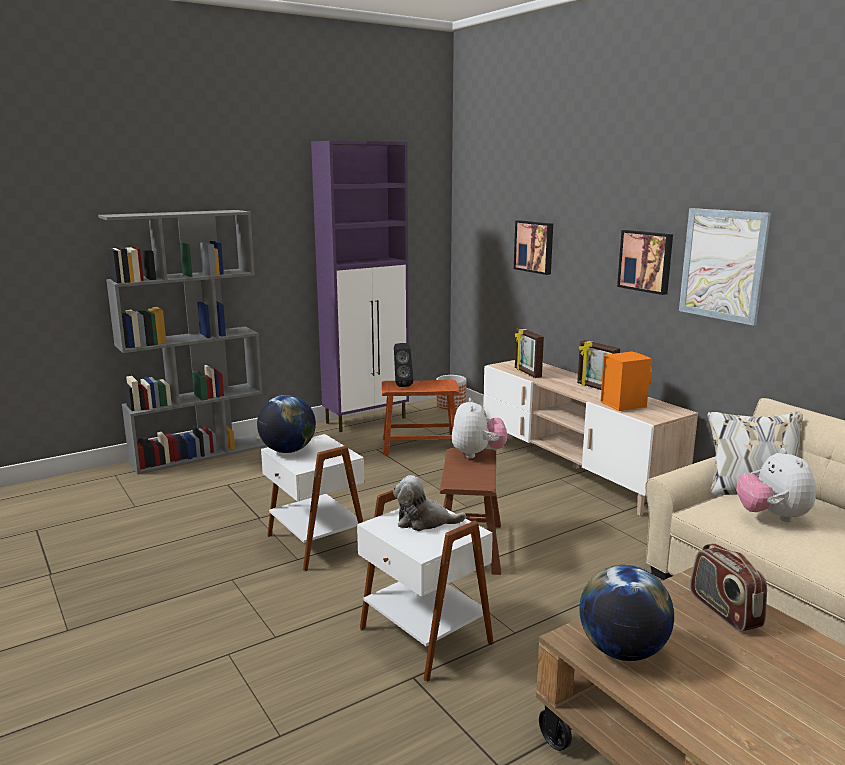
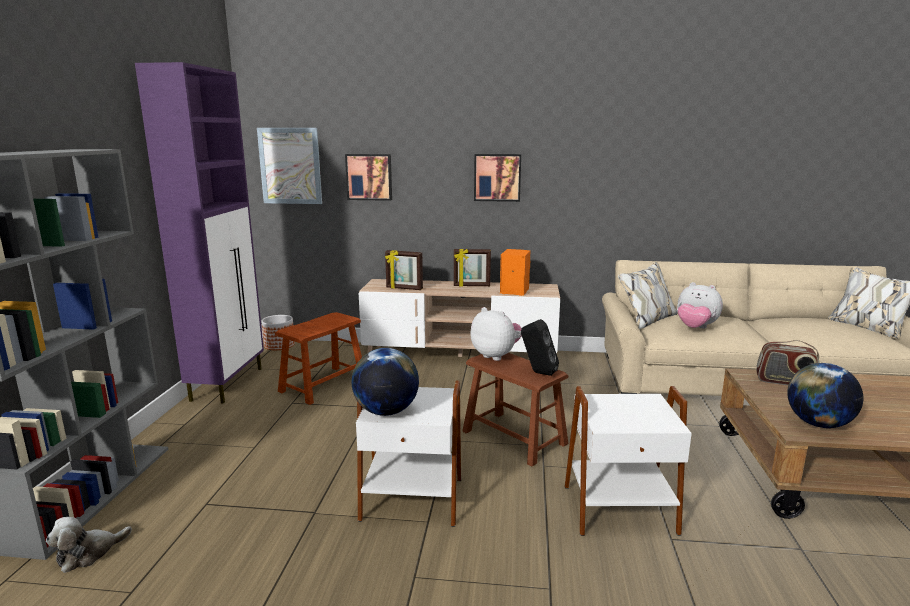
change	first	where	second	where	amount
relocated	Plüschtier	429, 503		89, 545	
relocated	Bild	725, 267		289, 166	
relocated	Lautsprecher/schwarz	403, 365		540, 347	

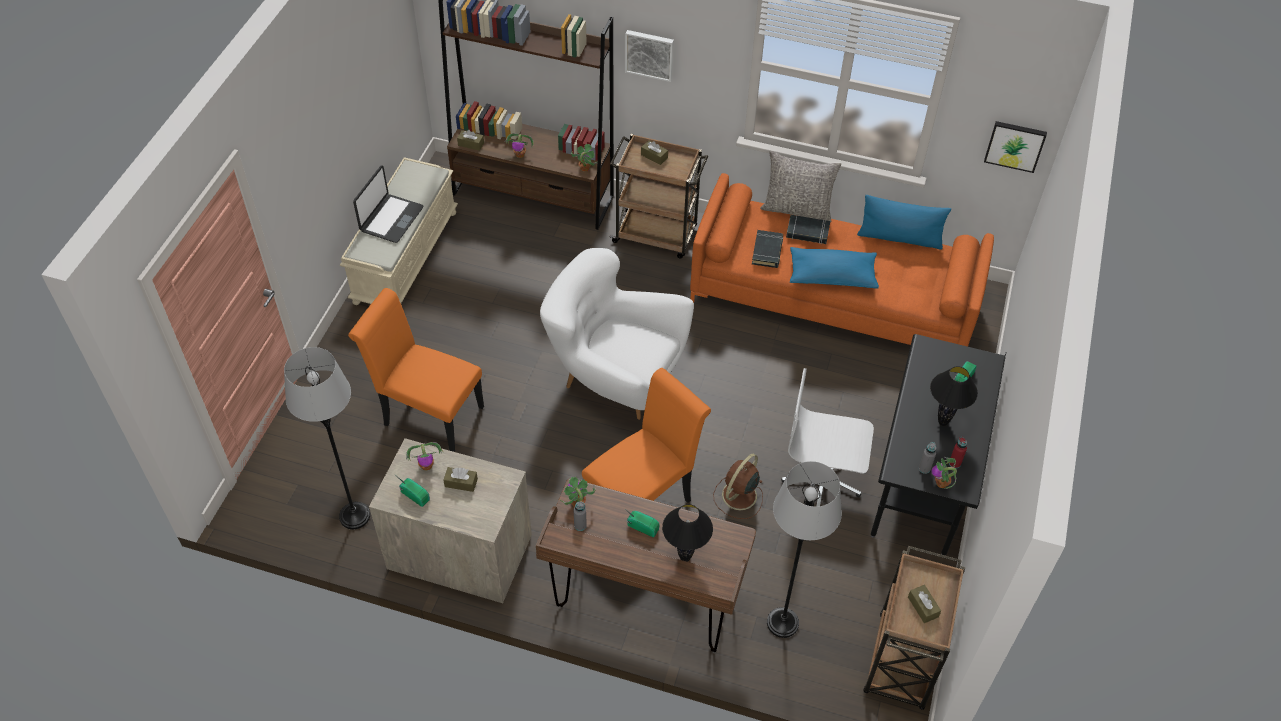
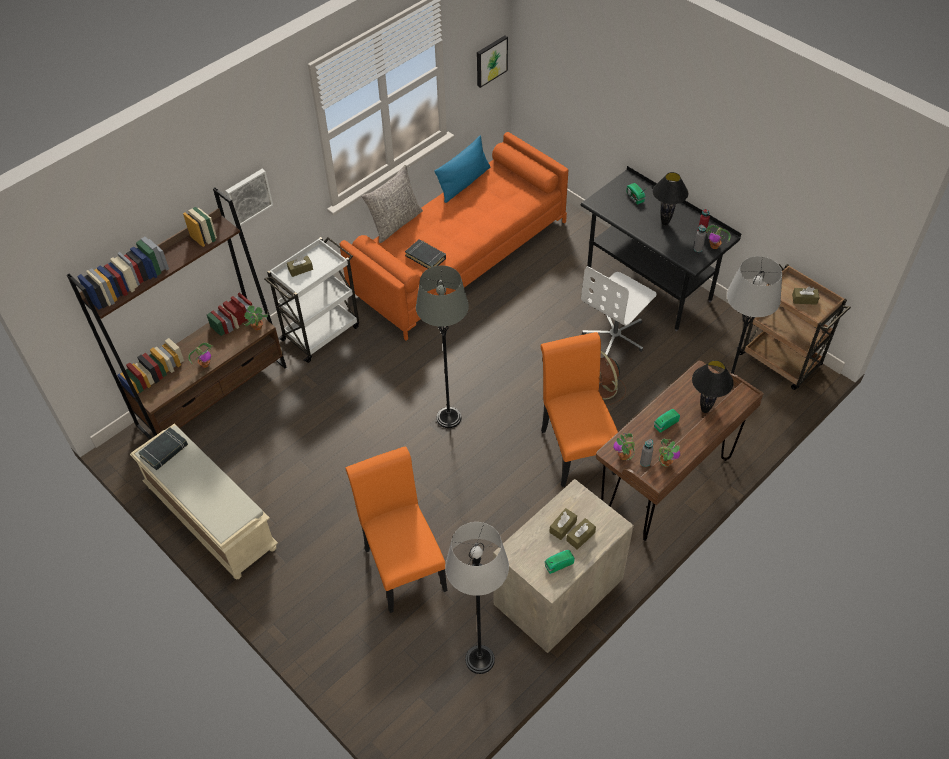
change	first	where	second	where	amount
relocated	Buch/schwarz	808, 229		163, 449	
colour	Rollwagen/braun	659, 196	Rollwagen/weiß	311, 300	
spun	Stuhl/orange	416, 370		397, 529	105 degrees clockwise
exchanged	Sessel/weiß	617, 334	Stehlampe/grau	442, 346	
relocated	Taschentuchbox/braun	470, 140		581, 534	
relocated	Topfpflanze	424, 456		669, 453	
missing	Laptop	388, 204			
missing	Kissen/blau	834, 268			

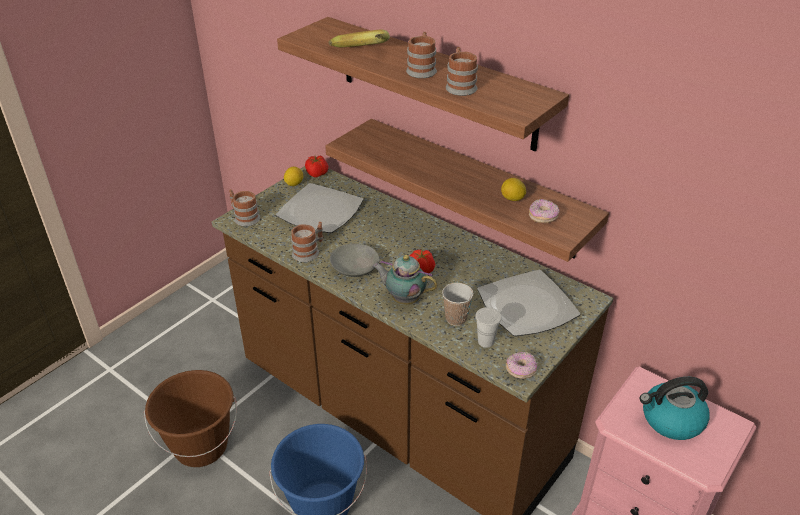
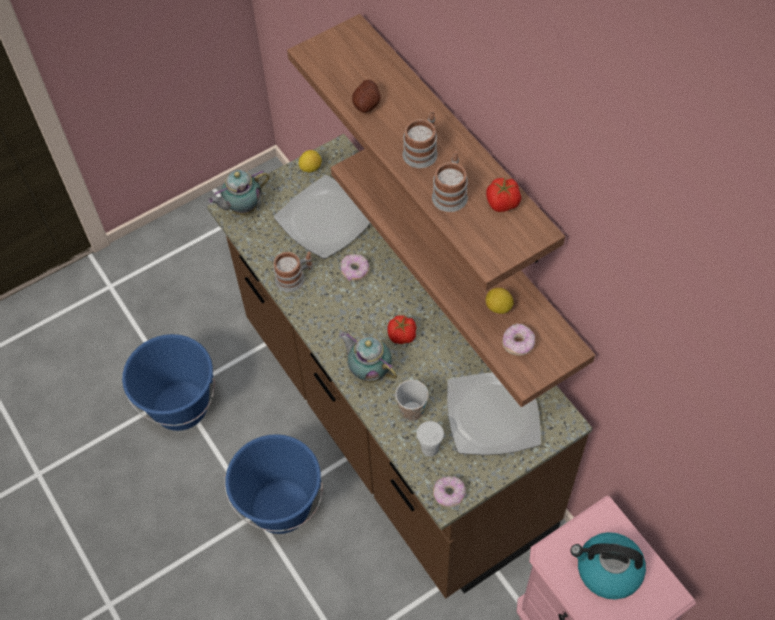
change	first	where	second	where	amount
colour	Eimer/braun	190, 418	Eimer/blau	168, 382	
exchanged	Henkelbecher	244, 207	Teekanne	239, 192	
appeared			Donut	355, 267	
exchanged	Banane	359, 38	Kartoffel	366, 96	
relocated	Tomate	316, 166		503, 195	
missing	Schüssel/grau	355, 260			

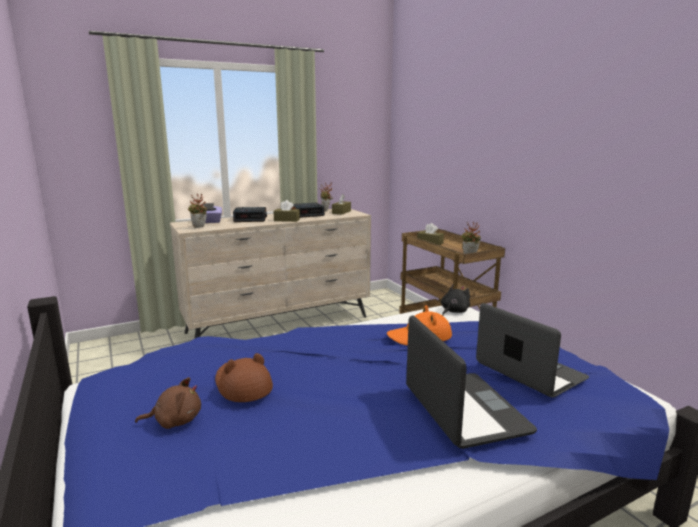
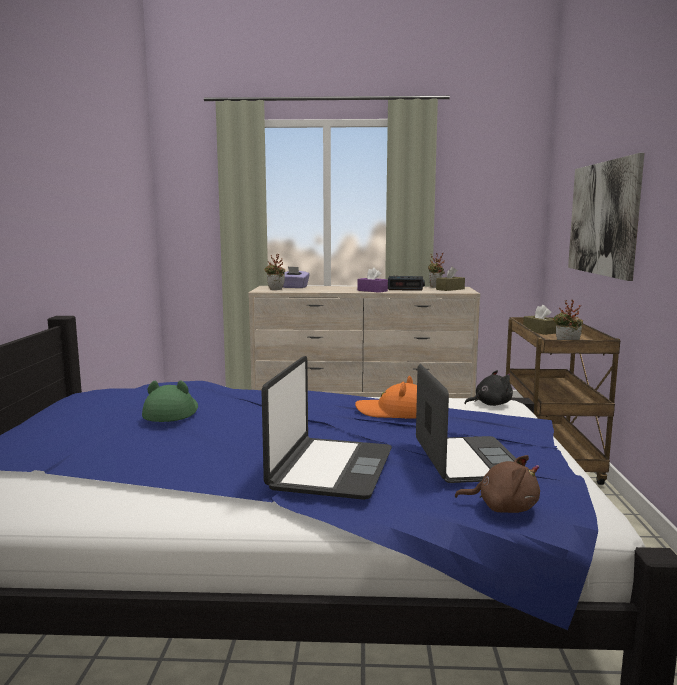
change	first	where	second	where	amount
colour	Hut/braun	244, 377	Hut/grün	170, 401	
colour	Taschentuchbox/braun	287, 211	Taschentuchbox/lila	373, 280	
relocated	Plüschtier/braun	168, 403		497, 484	
appeared			Bild	606, 217	
missing	Wecker	250, 214			

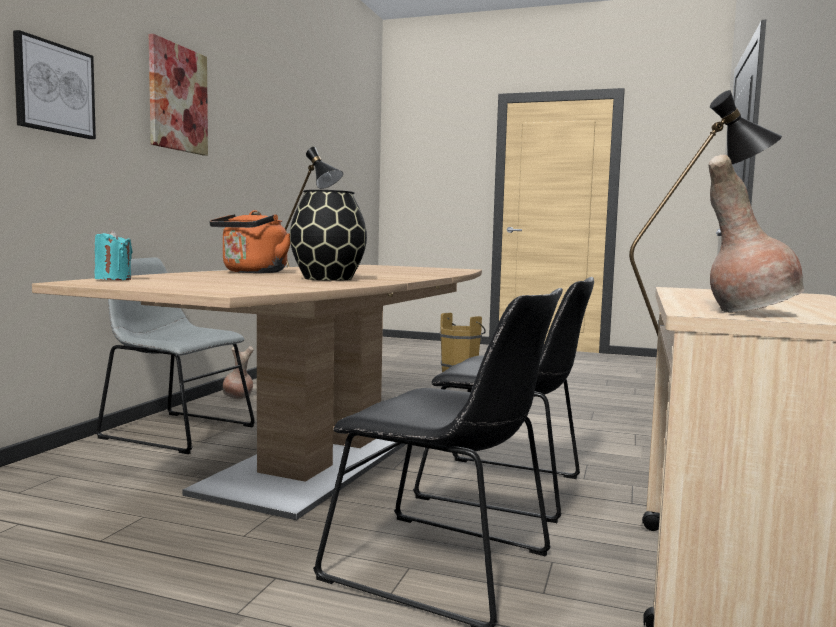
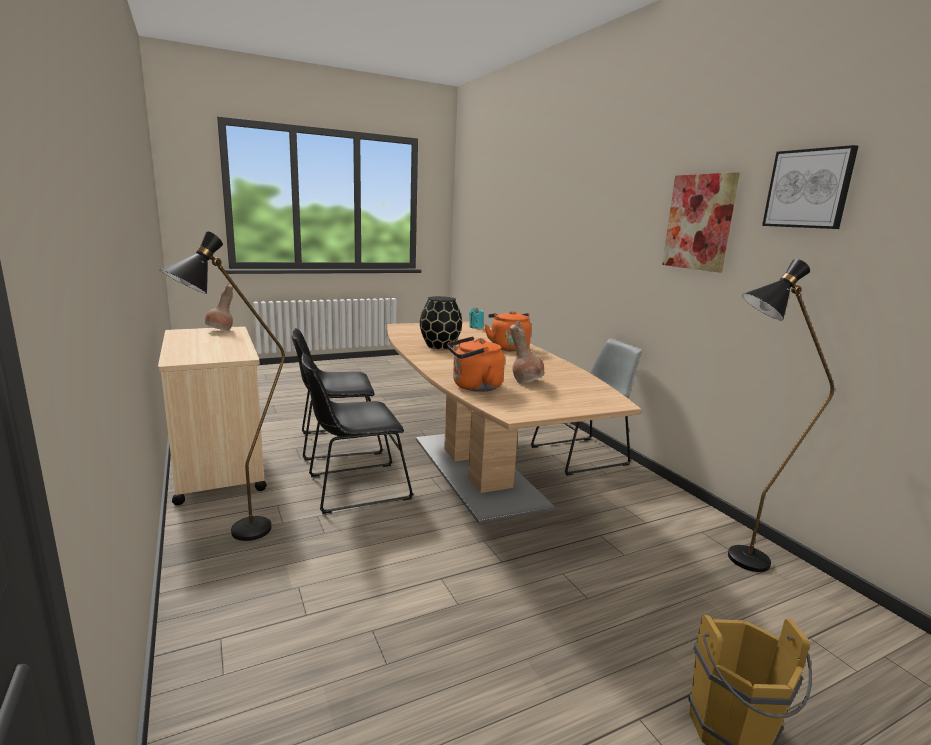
change	first	where	second	where	amount
appeared			Wasserkessel/orange	476, 364	
relocated	Vase/braun	238, 372		527, 352	
relocated	Bild	54, 84		810, 187	

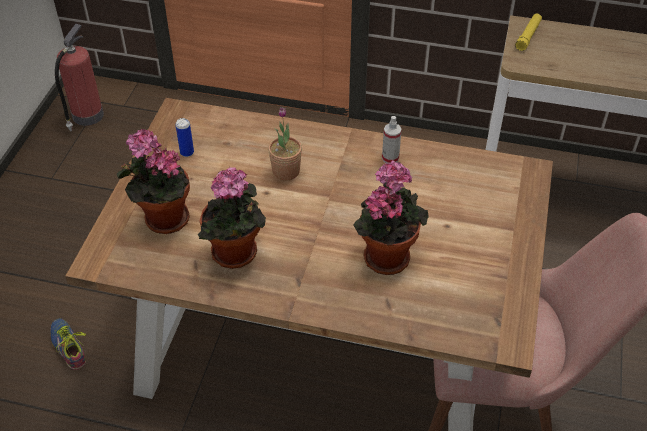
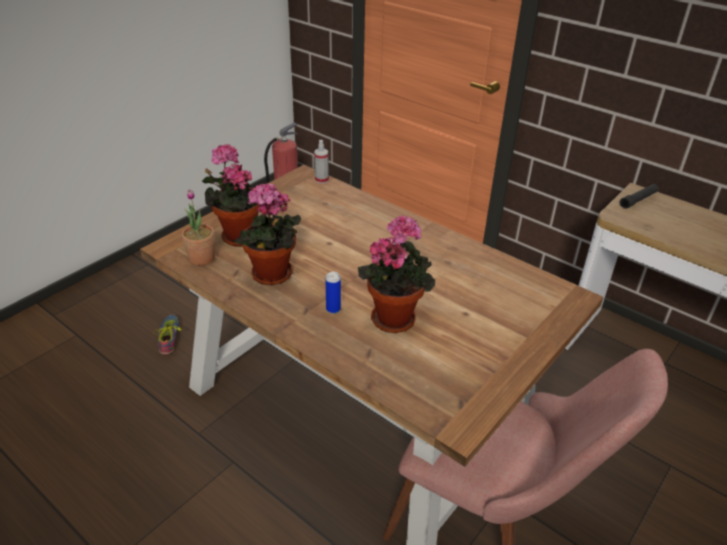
change	first	where	second	where	amount
relocated	Topfpflanze	285, 144		198, 227	
relocated	Sprühflasche	392, 139		321, 162	
relocated	Dose	185, 137		333, 293	
colour	Taschenlampe/gelb	528, 32	Taschenlampe/schwarz	639, 196	

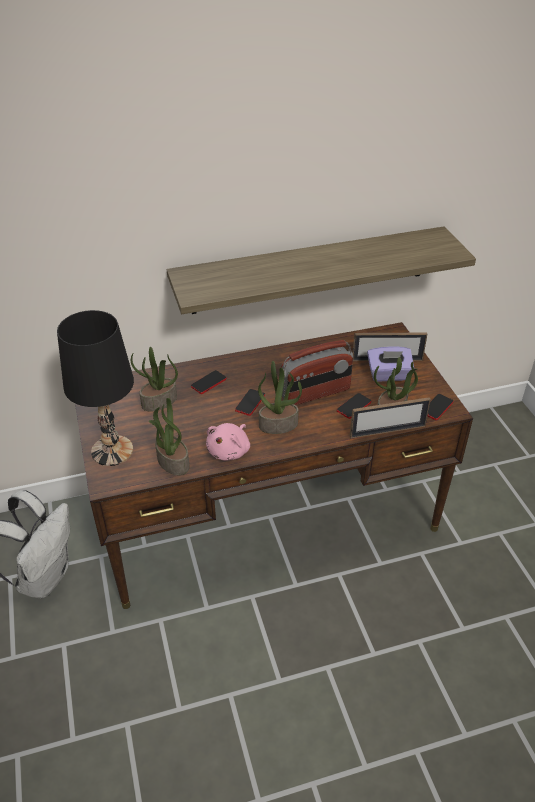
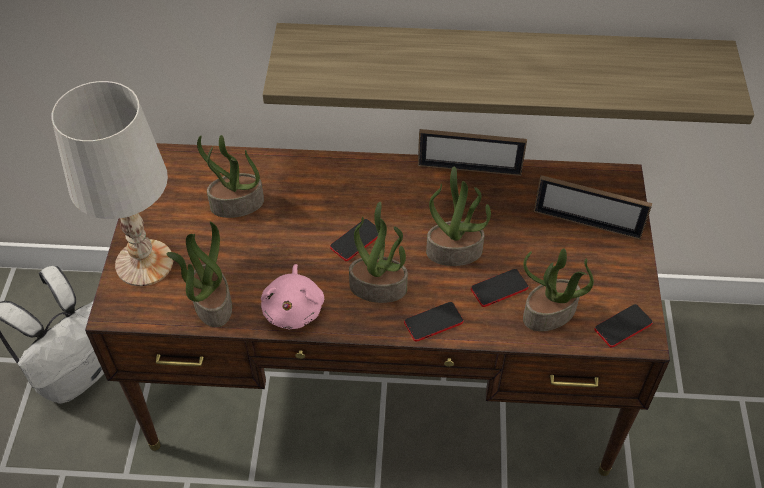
change	first	where	second	where	amount
colour	Tischlampe/schwarz	95, 388	Tischlampe/weiß	112, 183	
spun	Plüschtier/rosa	228, 442		292, 296	45 degrees counterclockwise
relocated	Handy	208, 382		434, 321	
relocated	Bilderrahmen	390, 418		472, 152	
exchanged	Radio	317, 372	Topfpflanze	458, 216	
missing	Taschentuchbox/lila	390, 364			

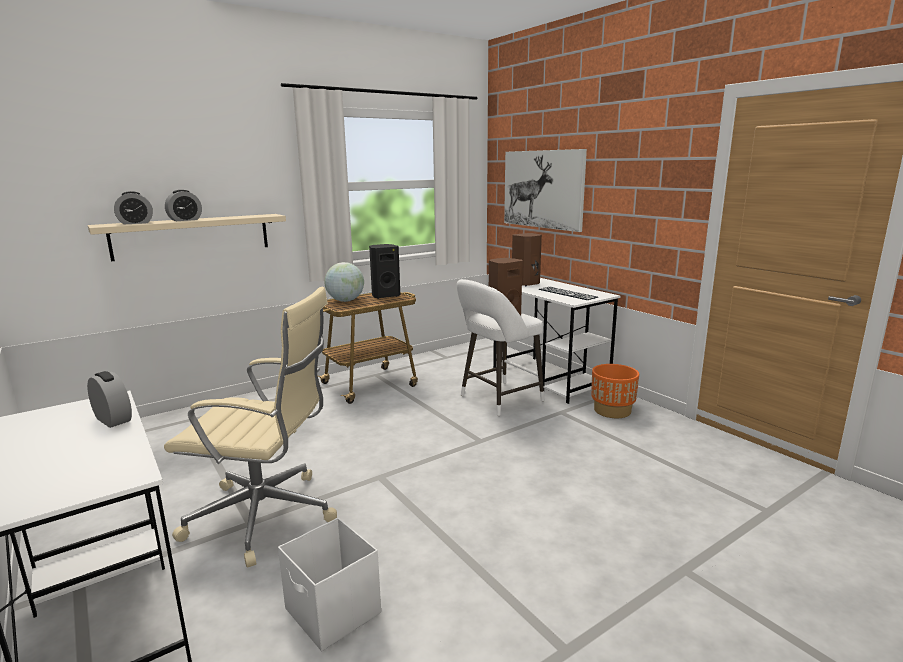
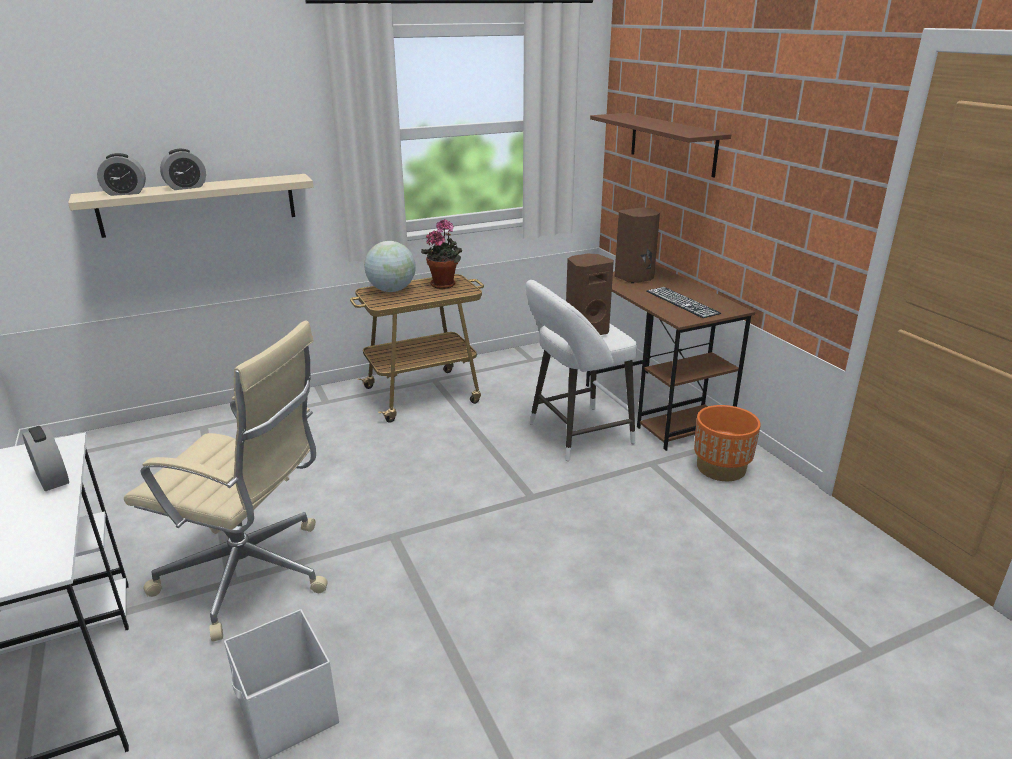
change	first	where	second	where	amount
exchanged	Lautsprecher/schwarz	384, 271	Topfpflanze	441, 254	
colour	Schreibtisch/weiß	557, 341	Schreibtisch/braun	670, 358	
exchanged	Bild	545, 190	Wandregal/braun	660, 145	

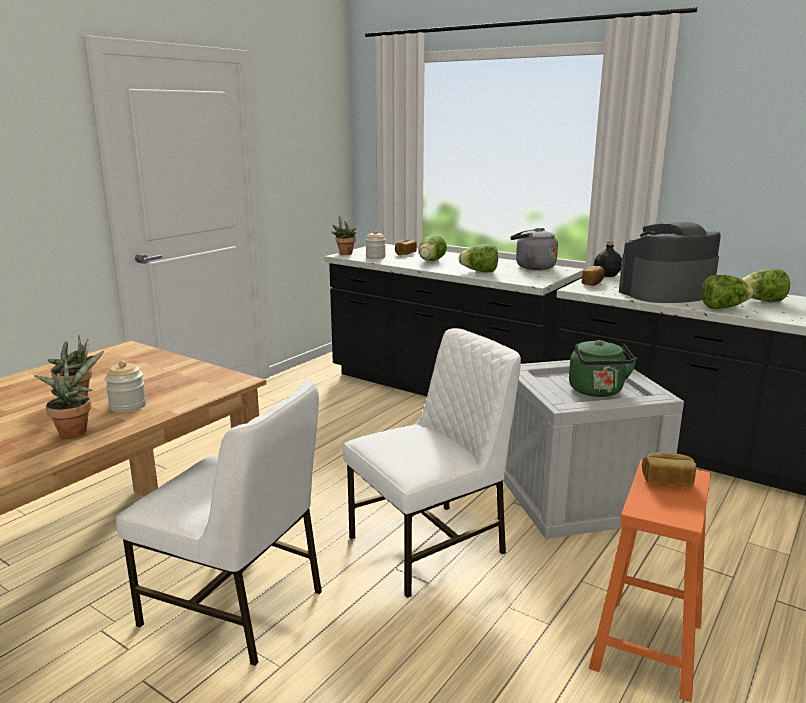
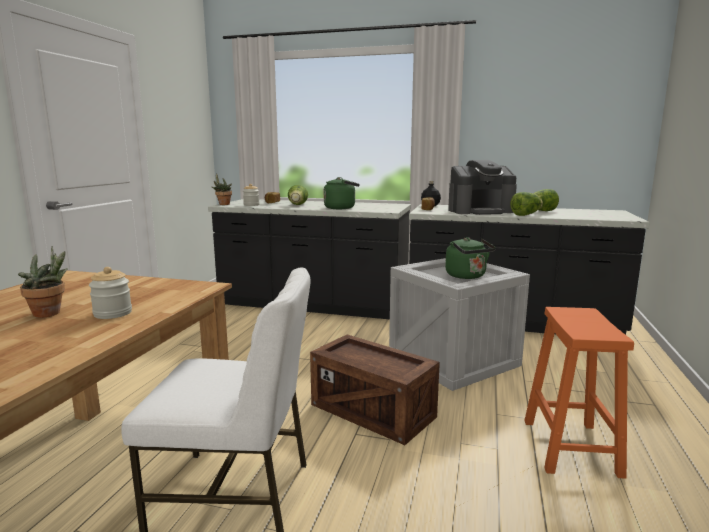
change	first	where	second	where	amount
exchanged	Stuhl/weiß	432, 463	Kiste	375, 389	
exchanged	Salatkopf	478, 258	Wasserkessel/grün	342, 193	
spun	Kaffeemaschine	670, 262		482, 187	150 degrees counterclockwise
missing	Topfpflanze	69, 394			
missing	Wasserkessel/grau	534, 249			
missing	Brot	669, 469			

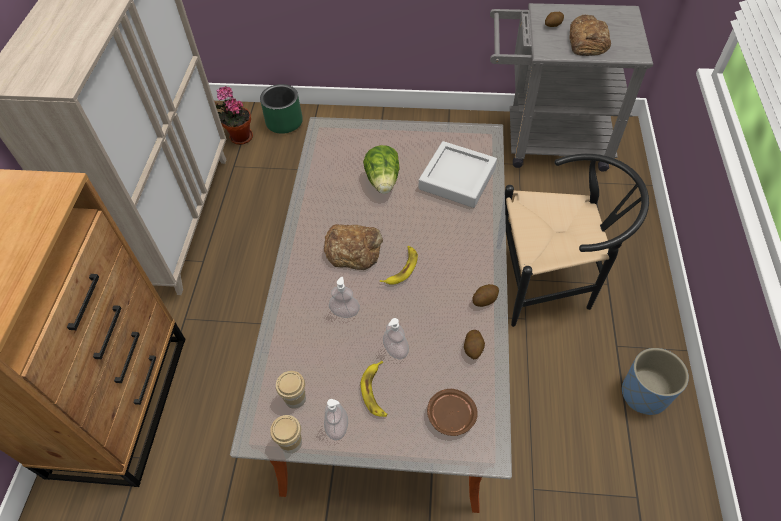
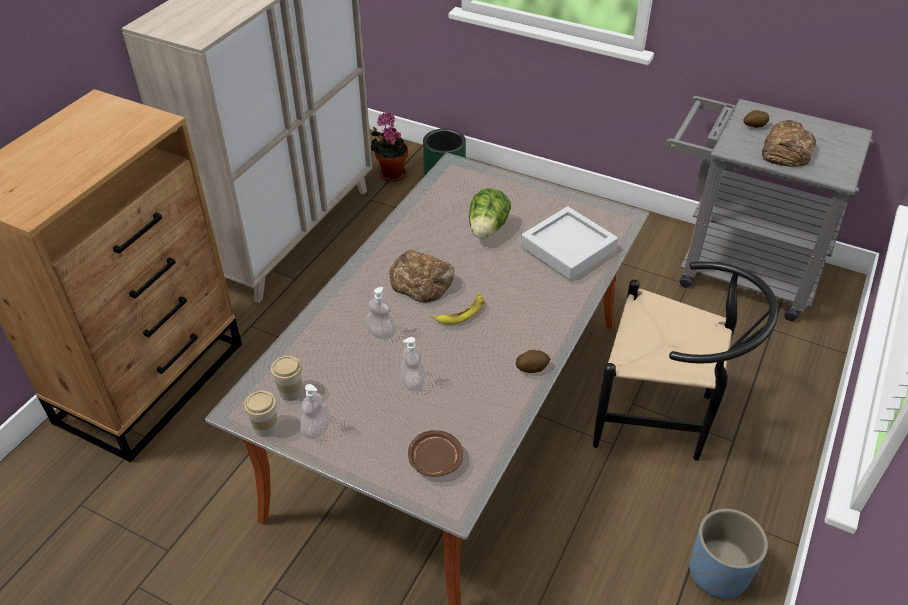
change	first	where	second	where	amount
missing	Banane	374, 389			
missing	Kartoffel	474, 344			

